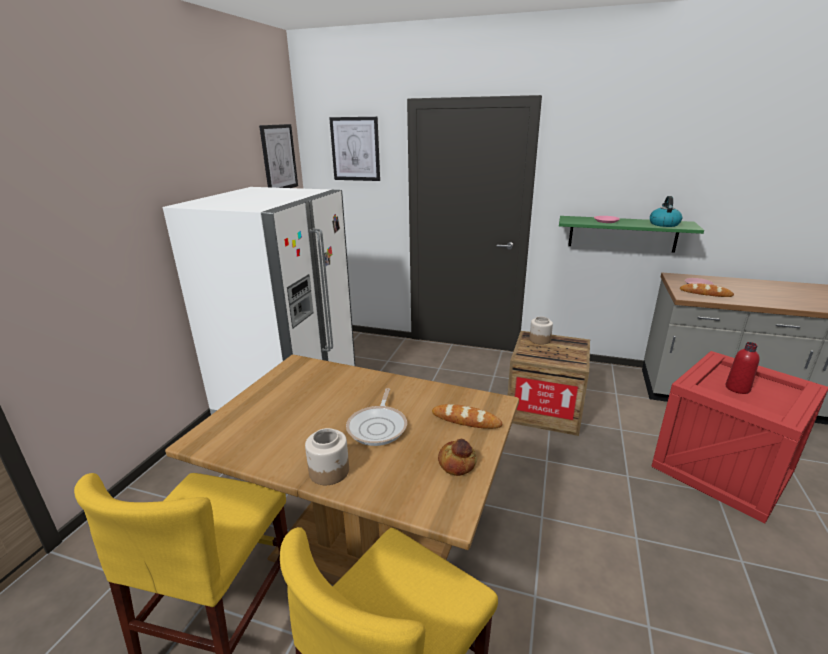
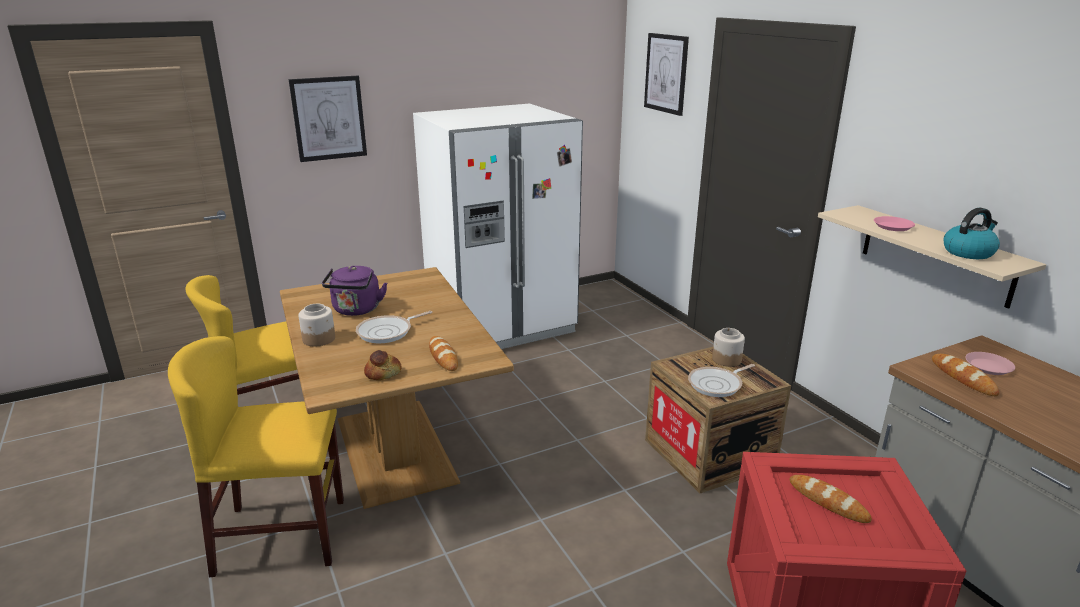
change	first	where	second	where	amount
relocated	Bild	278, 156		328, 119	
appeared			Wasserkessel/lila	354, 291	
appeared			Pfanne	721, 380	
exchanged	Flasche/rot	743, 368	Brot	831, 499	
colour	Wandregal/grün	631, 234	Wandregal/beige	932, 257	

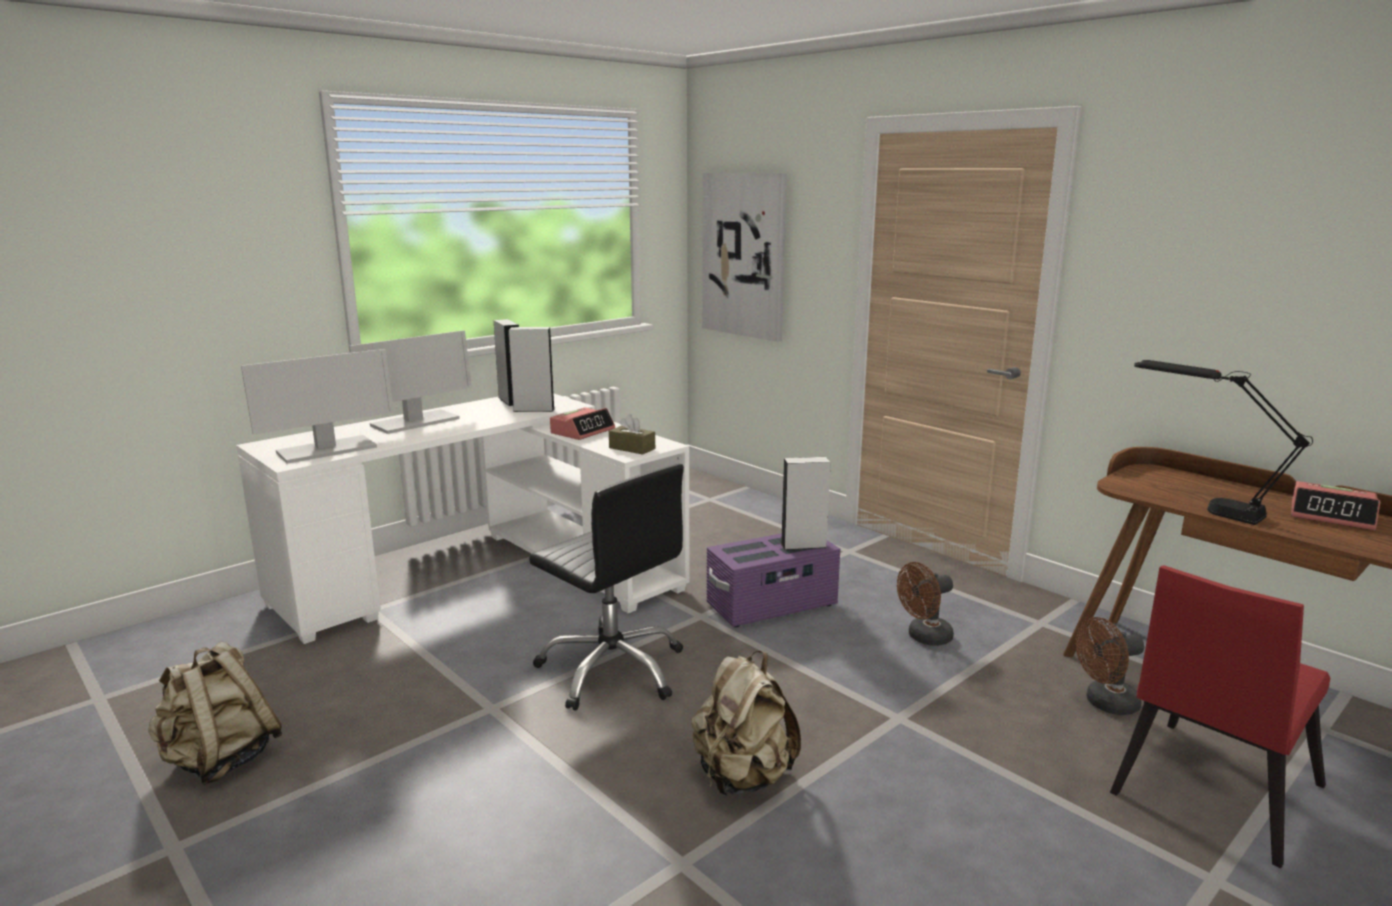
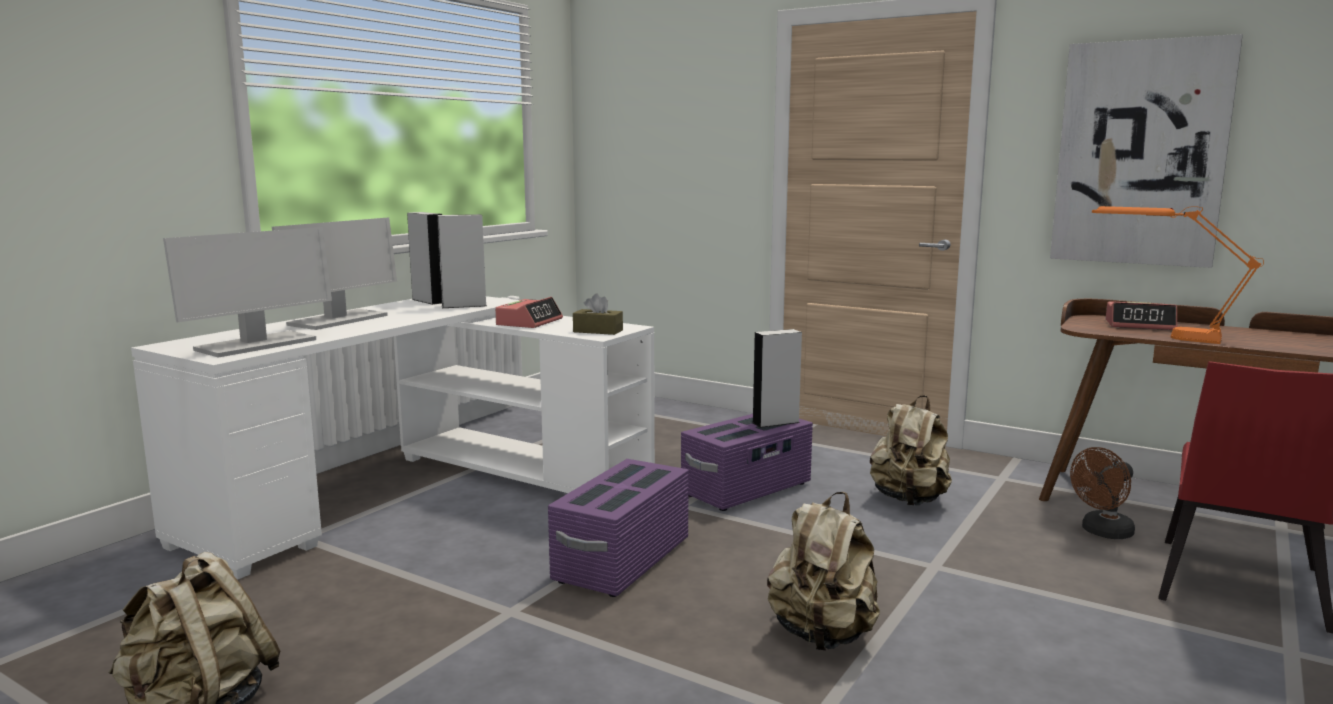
change	first	where	second	where	amount
exchanged	Bürostuhl/schwarz	606, 587	Aufbewahrungsbox/lila	618, 528	
exchanged	Ventilator/braun	925, 604	Rucksack/beige	911, 450	
relocated	Bild	744, 257		1146, 151	
colour	Tischlampe/schwarz	1223, 442	Tischlampe/orange	1178, 275	
relocated	Wecker	1335, 506		1141, 315	

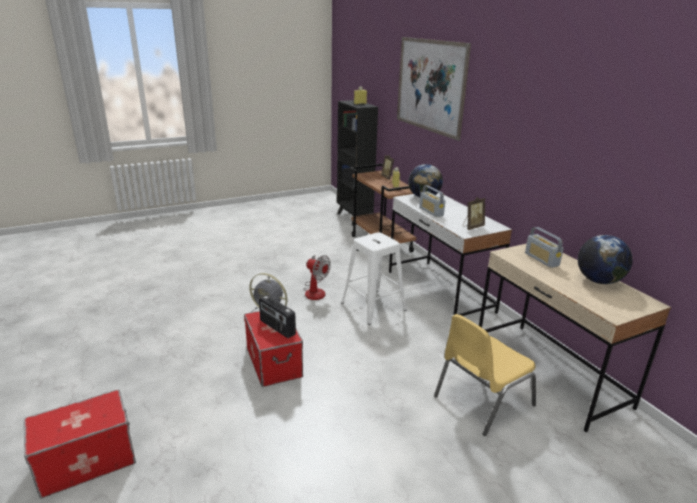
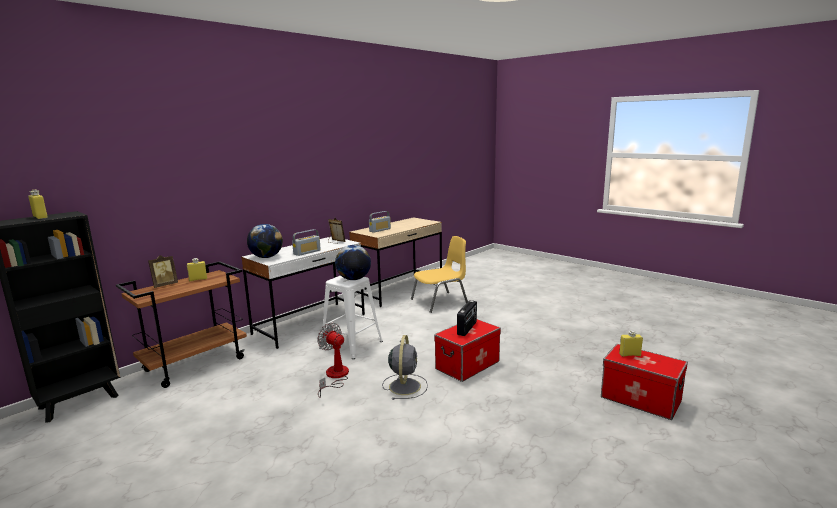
change	first	where	second	where	amount
spun	Ventilator	317, 277		333, 360	60 degrees counterclockwise
relocated	Globus	605, 259		353, 262	
spun	Stuhl/gelb	485, 375		439, 274	60 degrees counterclockwise
appeared			Flasche/gelb	631, 343	
missing	Bild	434, 89			

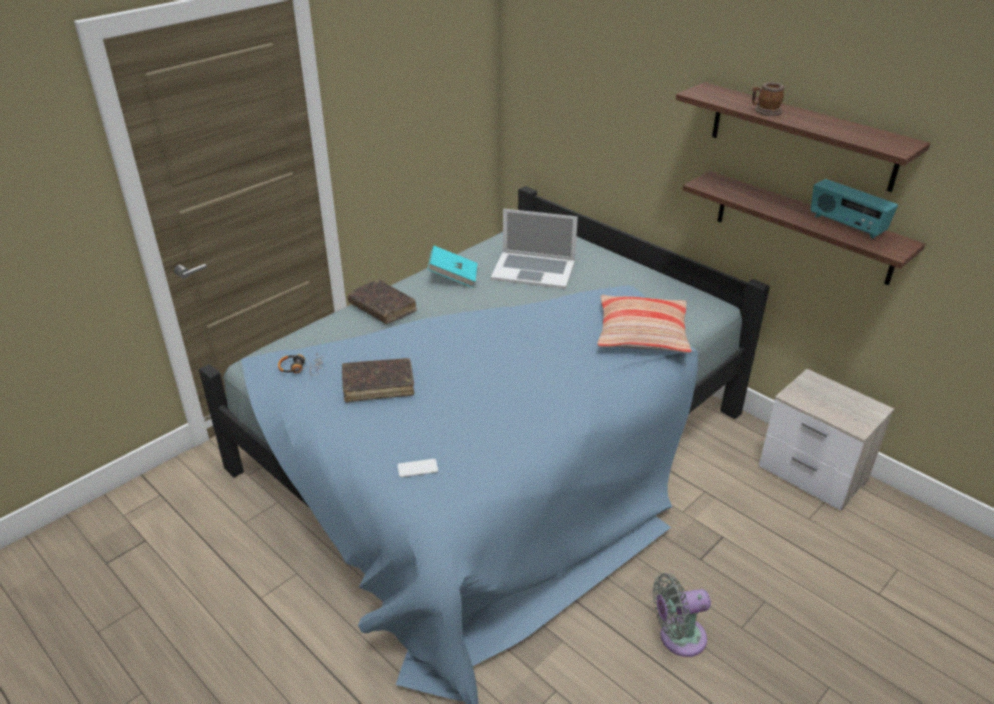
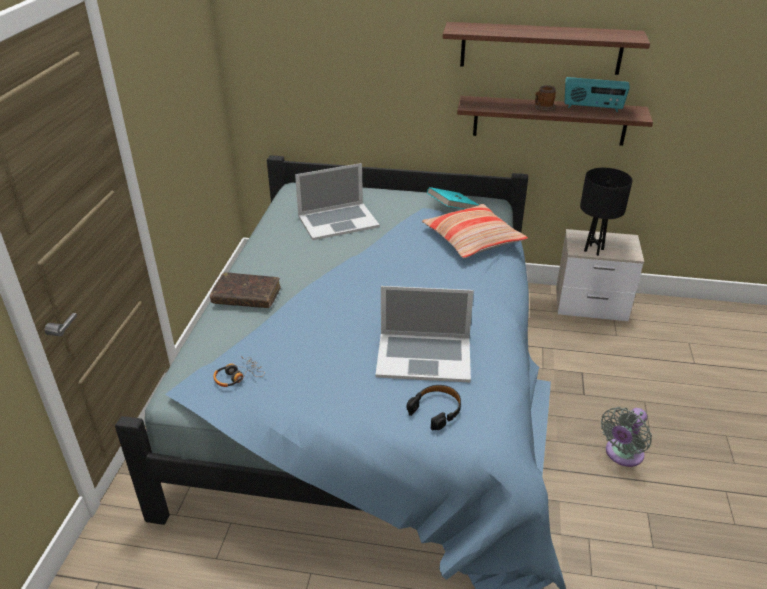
change	first	where	second	where	amount
appeared			Laptop	425, 334	
exchanged	Handy	417, 468	Kopfhörer/schwarz	434, 407	
relocated	Buch/türkis	452, 267		452, 198	
relocated	Henkelbecher	768, 99		545, 98	
appeared			Tischlampe/schwarz	606, 212	
missing	Buch/braun	378, 380			

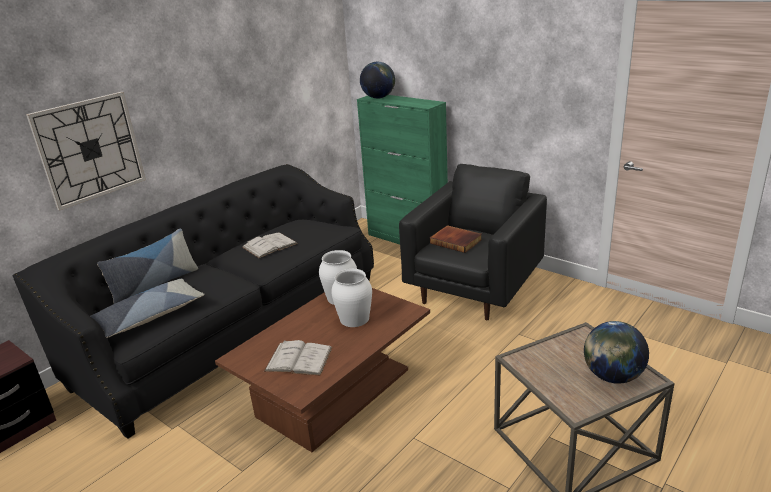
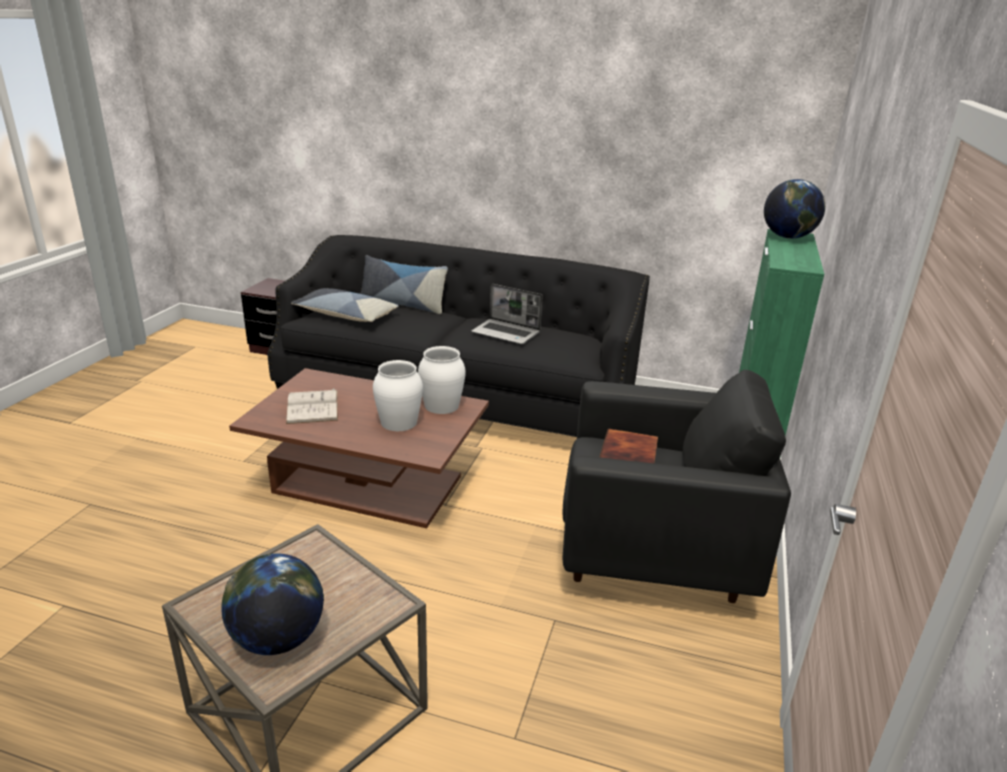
change	first	where	second	where	amount
exchanged	Buch/weiß	270, 245	Laptop	507, 314	
missing	Wanduhr	86, 151			

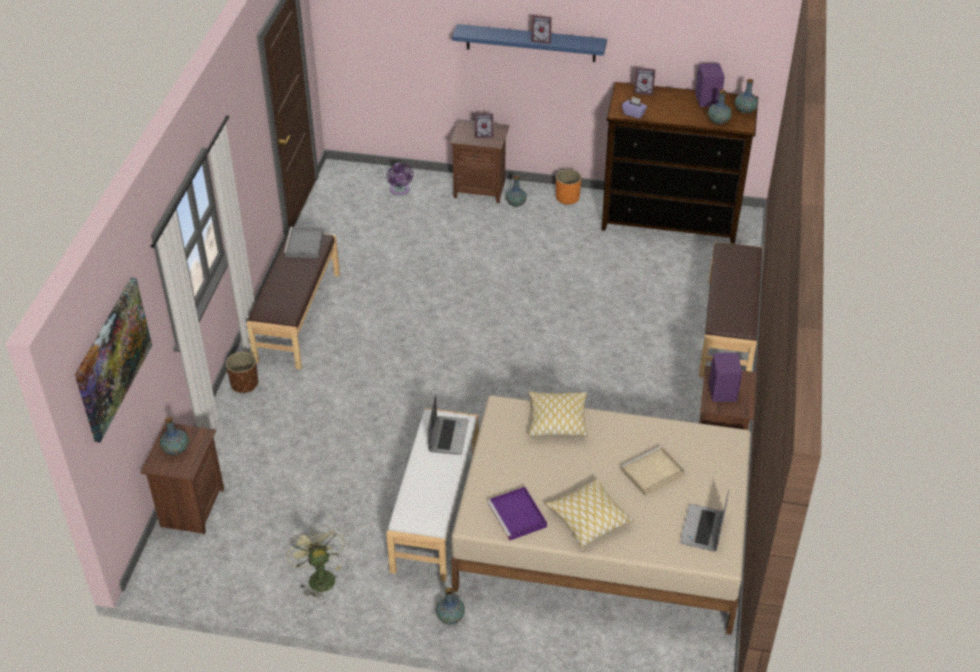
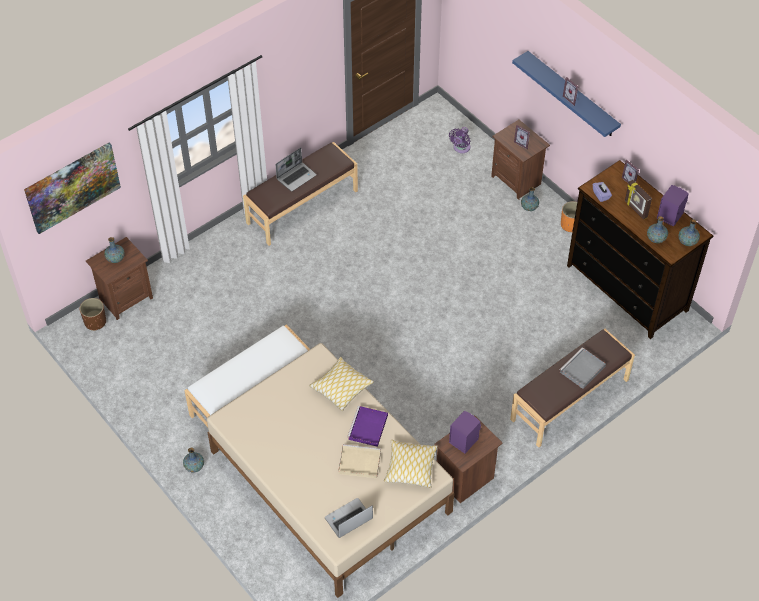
change	first	where	second	where	amount
relocated	Pflanzkübel/braun	242, 372		93, 314	
relocated	Laptop	448, 425		296, 169	
relocated	Tablett/lila	517, 514		367, 426	
relocated	Kissen	589, 513		411, 464	
relocated	Tablett/grau	304, 242		583, 368	
appeared			Bilderrahmen	638, 200	
missing	Ventilator/grün	315, 562			

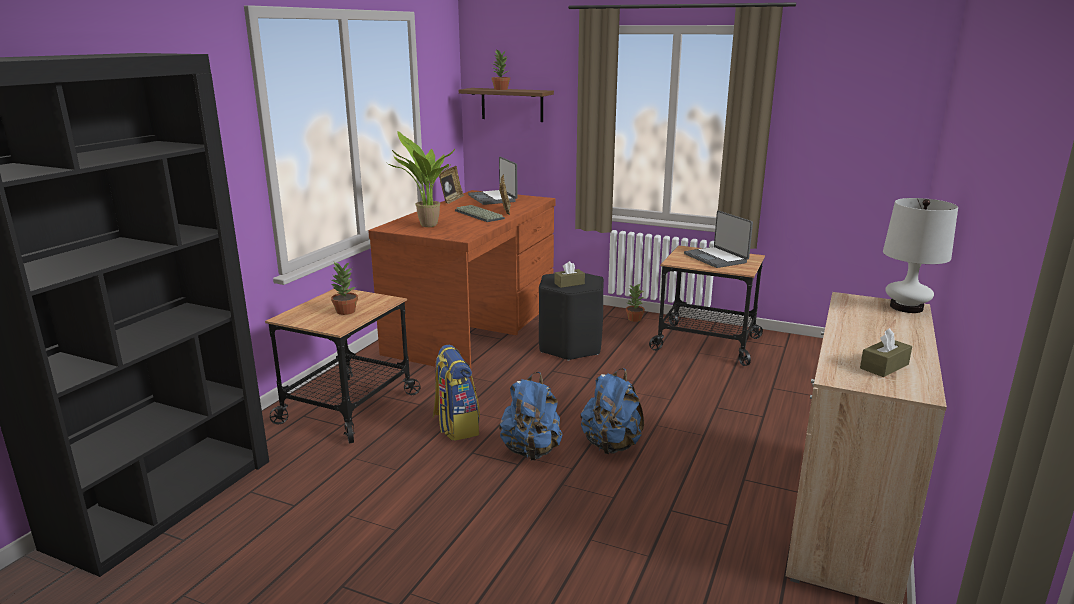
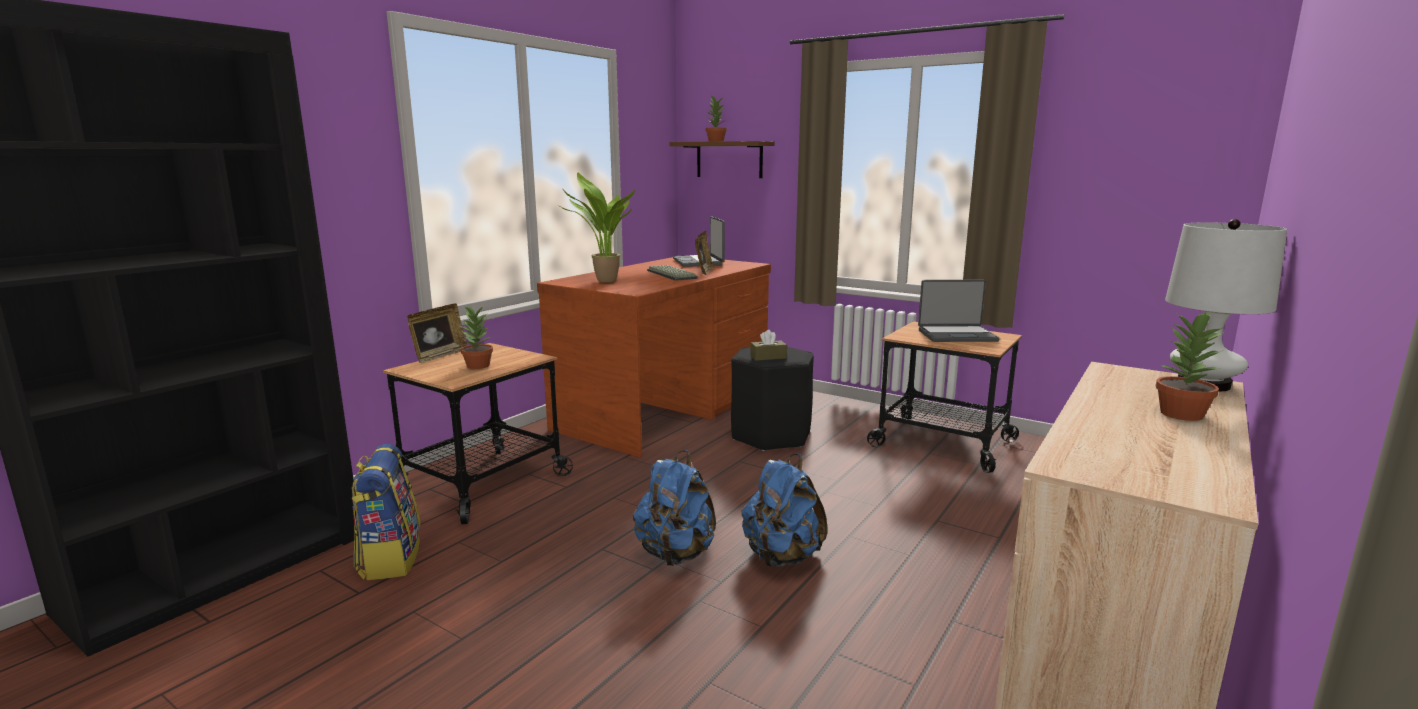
change	first	where	second	where	amount
relocated	Rucksack	456, 393		386, 512	
relocated	Bilderrahmen	451, 185		437, 333	
spun	Laptop	718, 239		958, 311	75 degrees counterclockwise
relocated	Topfpflanze	635, 303		1190, 366	
missing	Taschentuchbox/braun	886, 352			

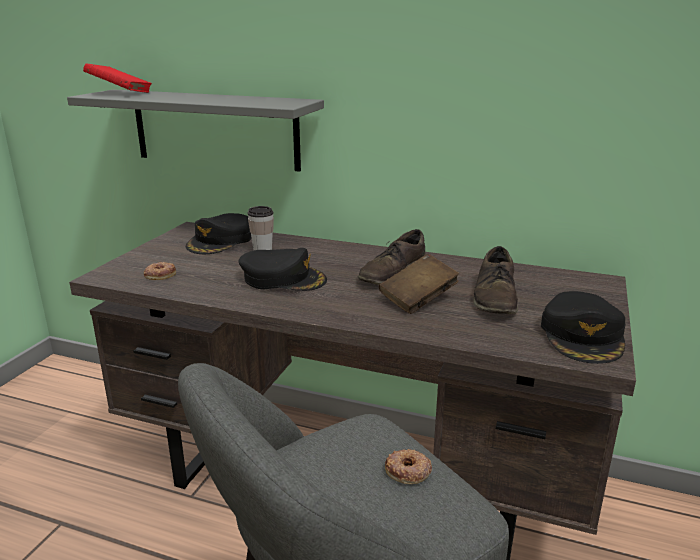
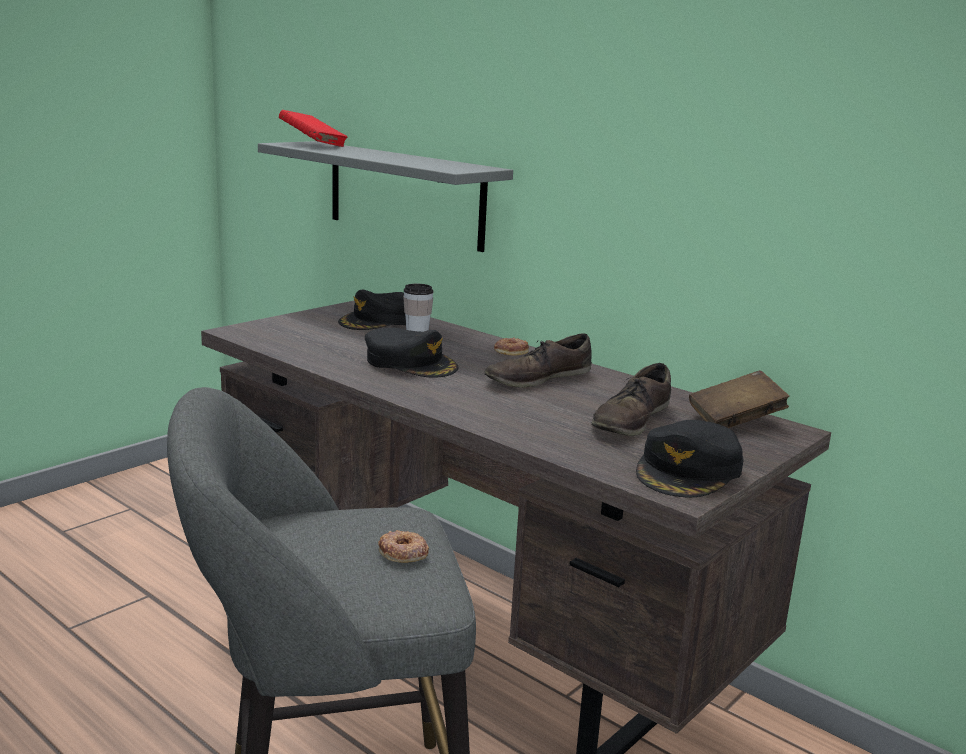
change	first	where	second	where	amount
relocated	Donut	160, 270		511, 346	
relocated	Buch/braun	419, 284		739, 399	

